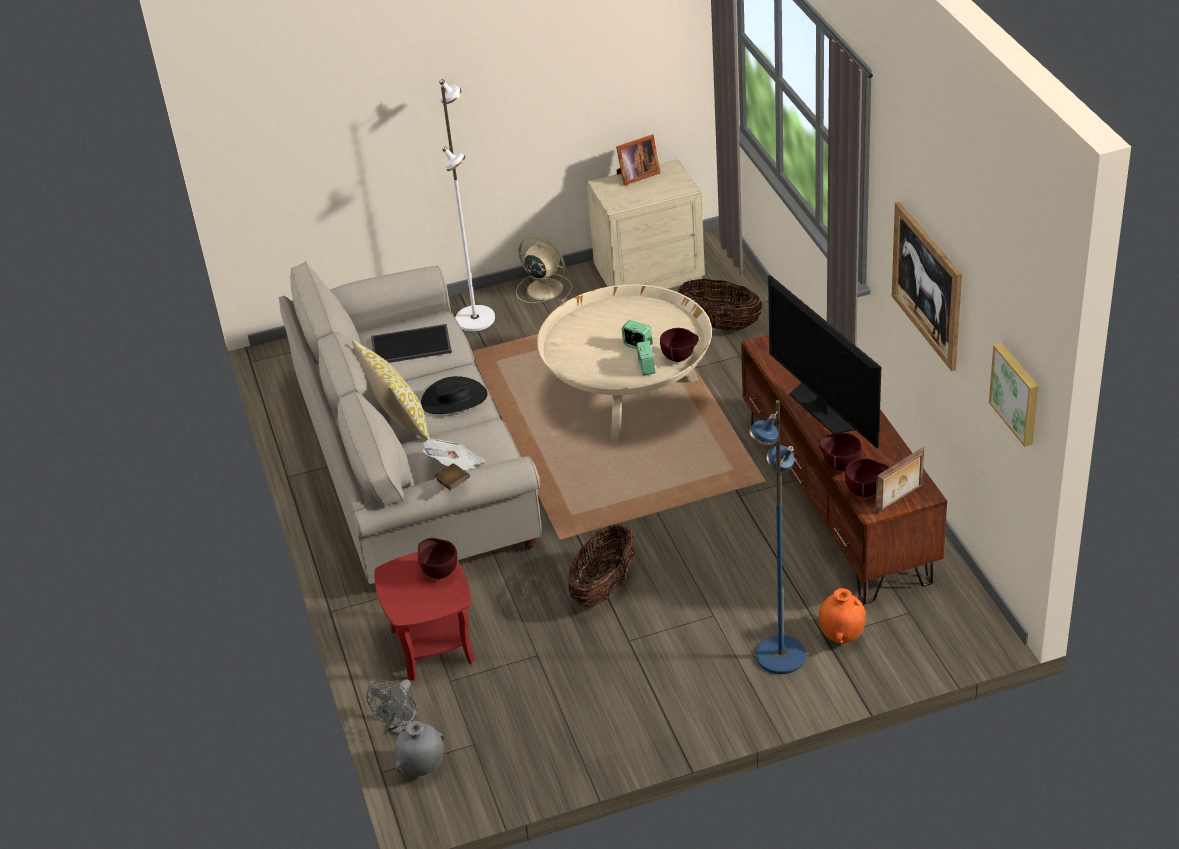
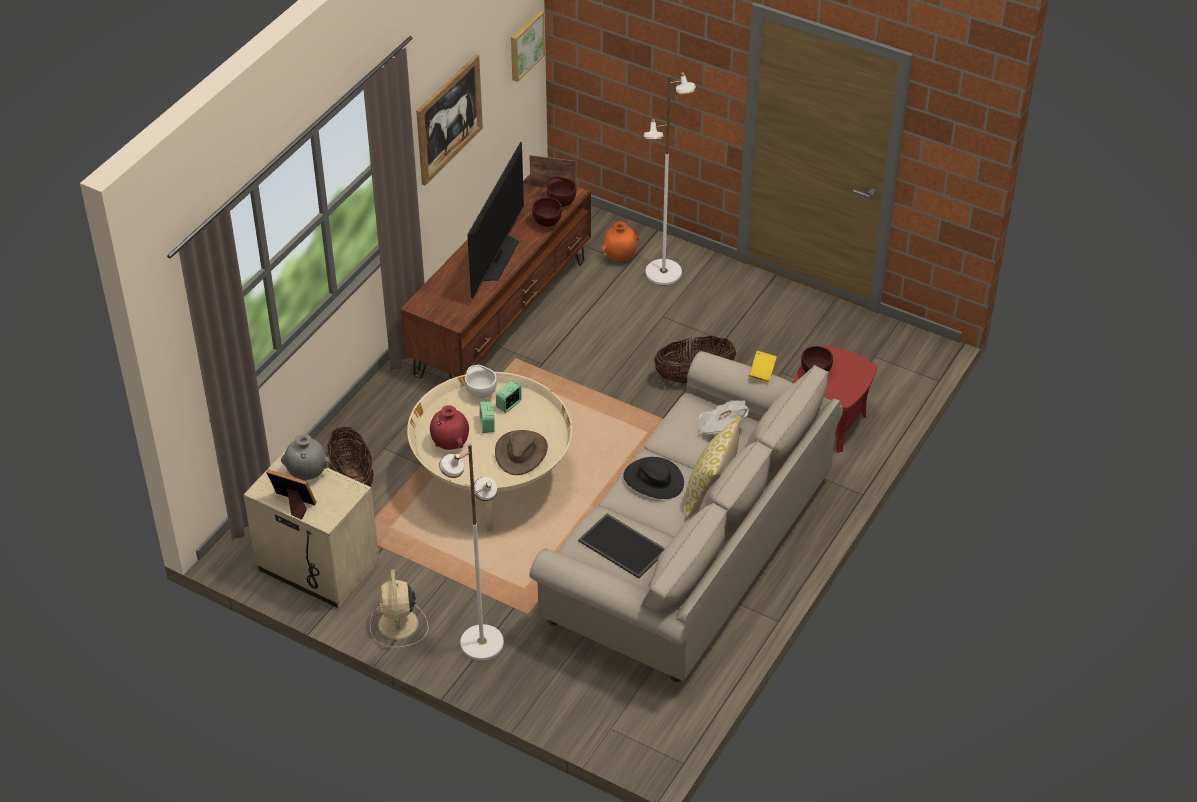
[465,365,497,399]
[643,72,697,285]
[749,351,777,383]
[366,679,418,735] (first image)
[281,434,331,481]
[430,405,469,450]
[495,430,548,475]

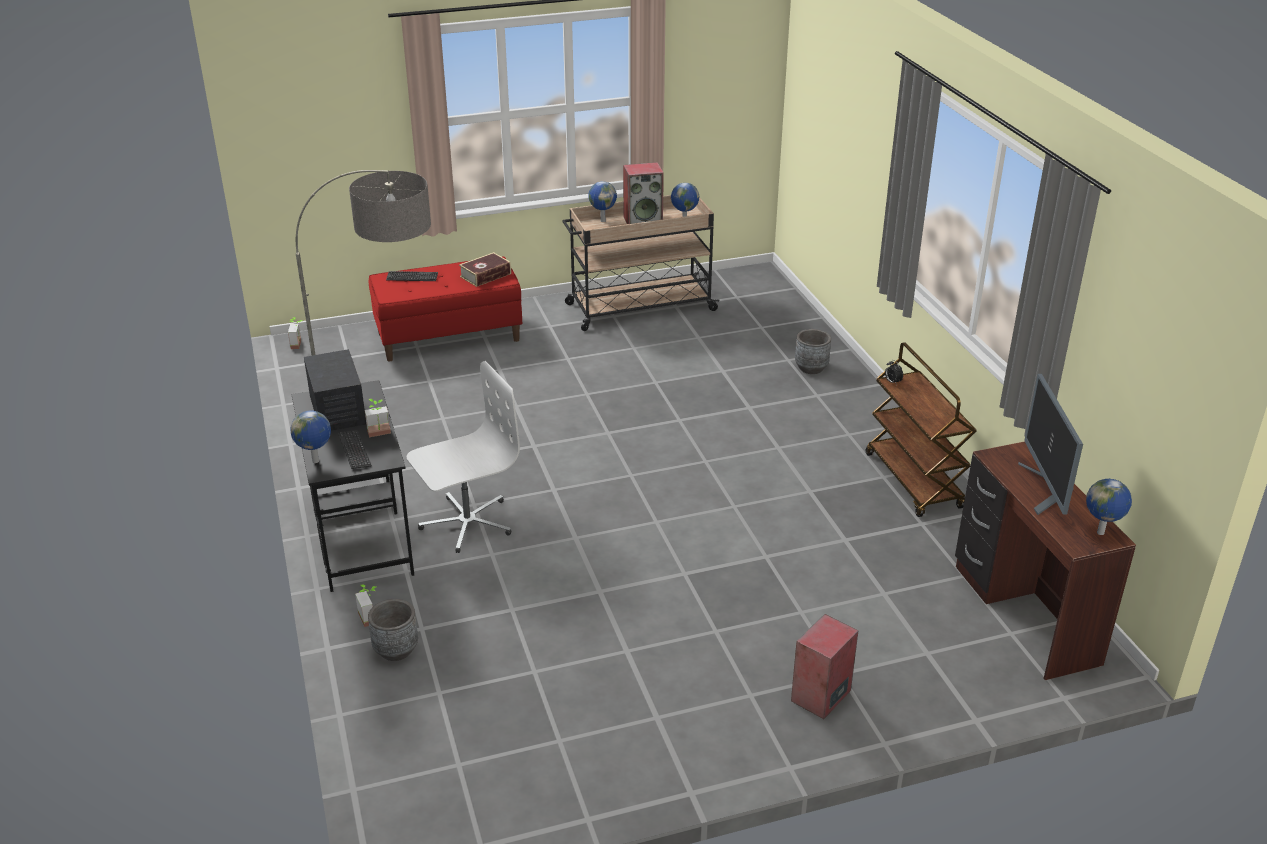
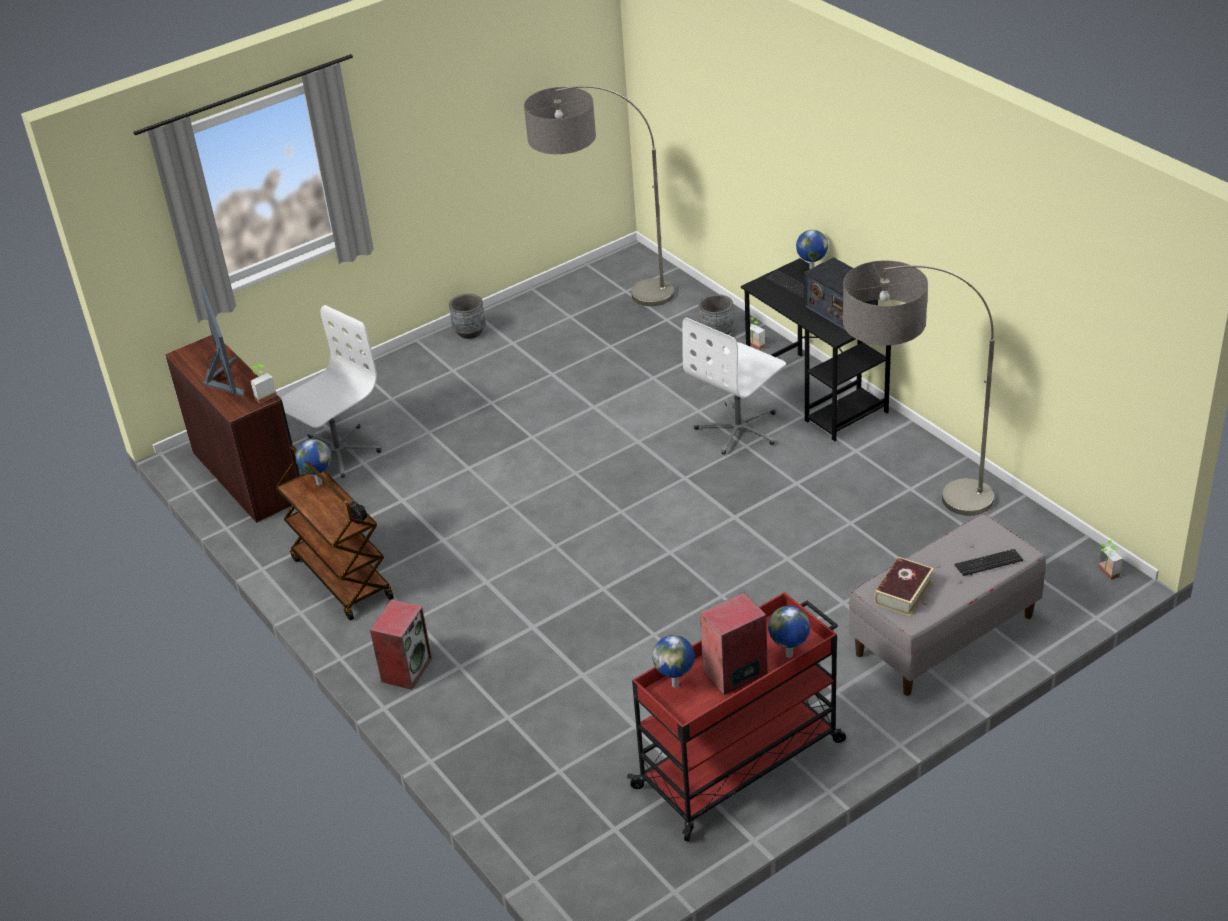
[627,592,846,841]
[849,513,1046,696]
[449,294,486,339]
[251,363,277,404]
[295,439,331,485]
[370,600,432,690]
[524,86,674,306]
[281,305,381,478]

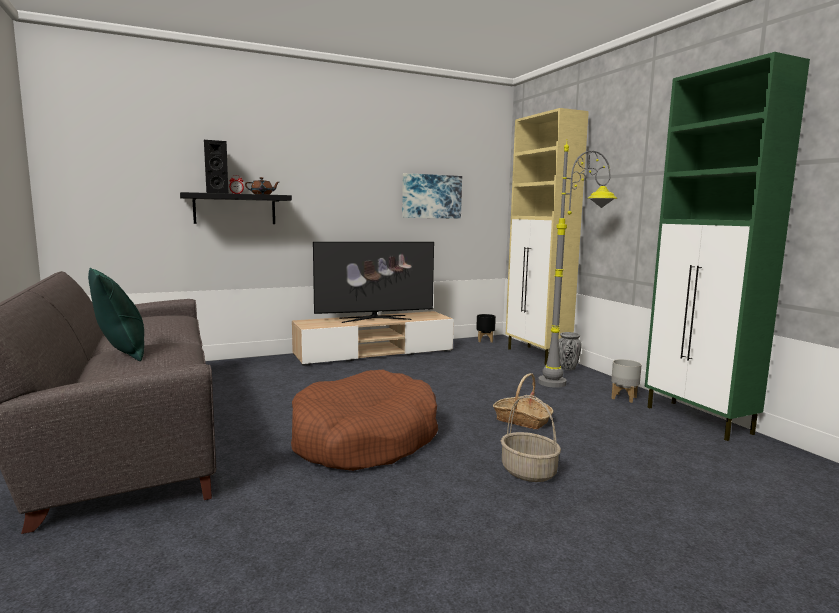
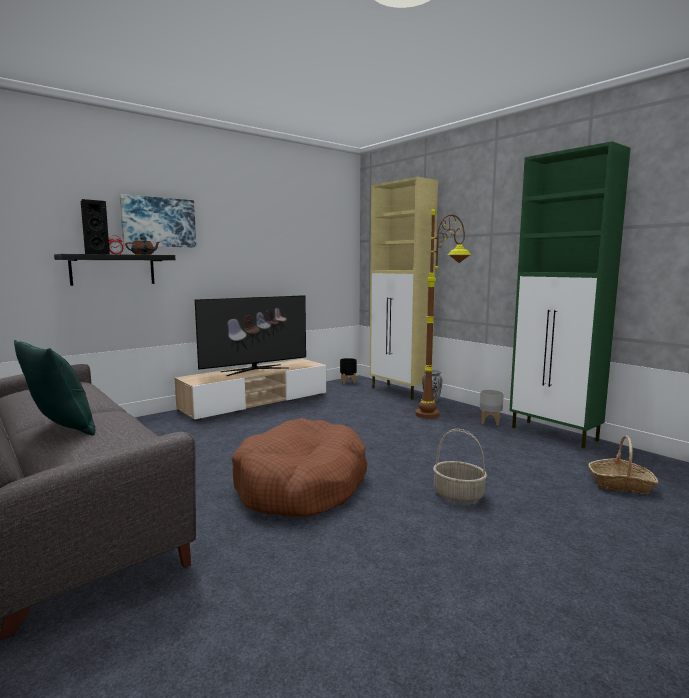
[415,205,472,419]
[120,194,196,248]
[588,435,659,494]

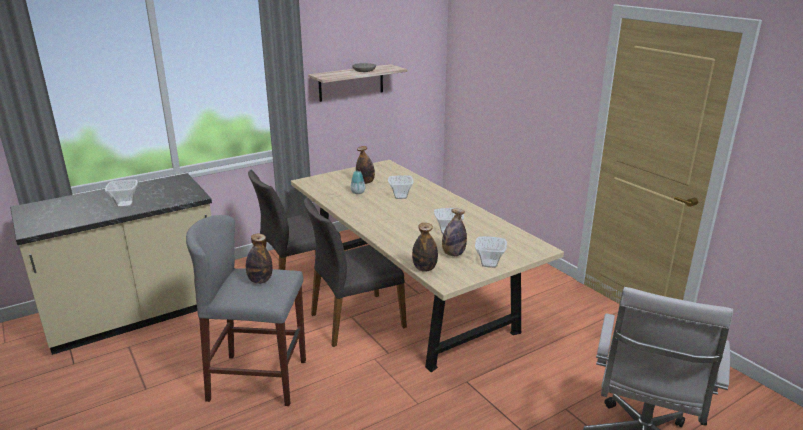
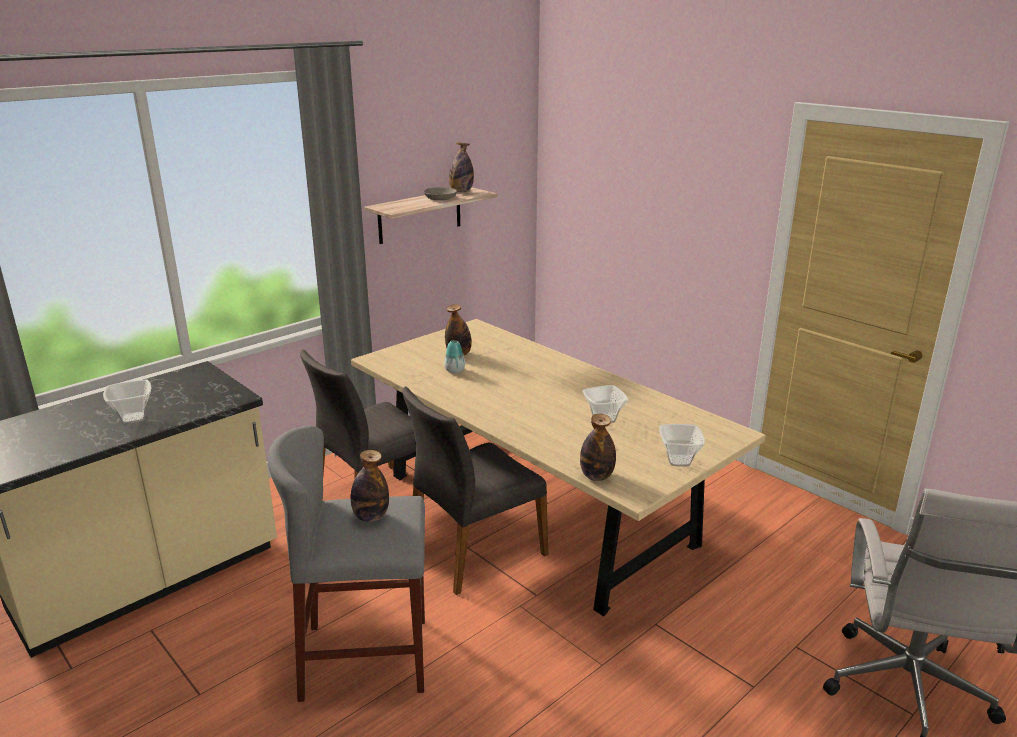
[388,175,414,199] (first image)
[449,143,474,192]

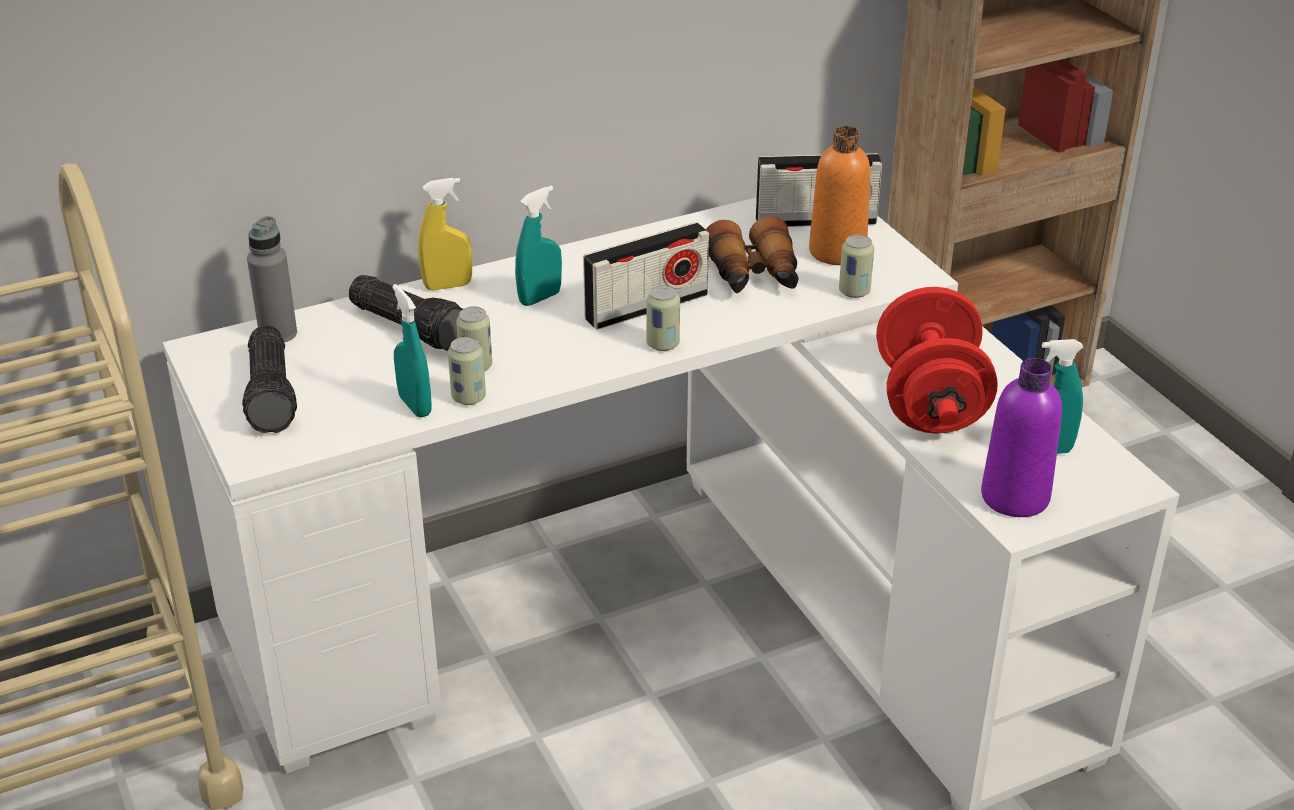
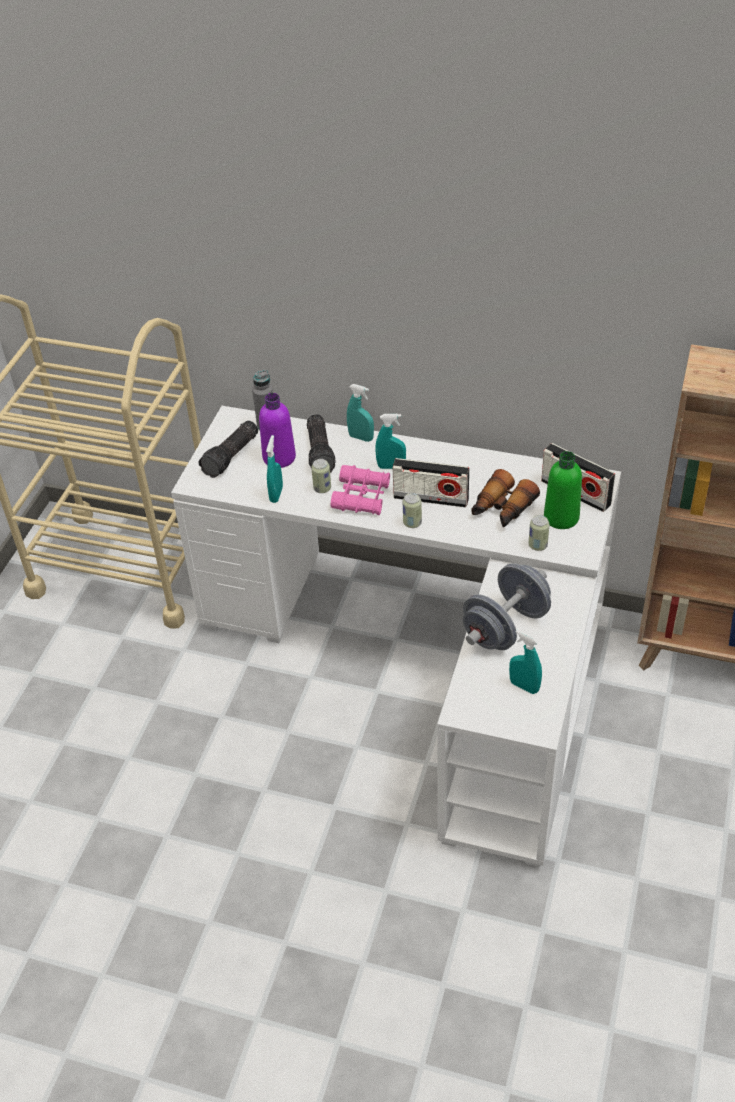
[544,451,582,529]
[347,384,374,442]
[463,563,551,650]
[448,337,486,405] (first image)
[259,393,296,468]
[331,465,390,515]

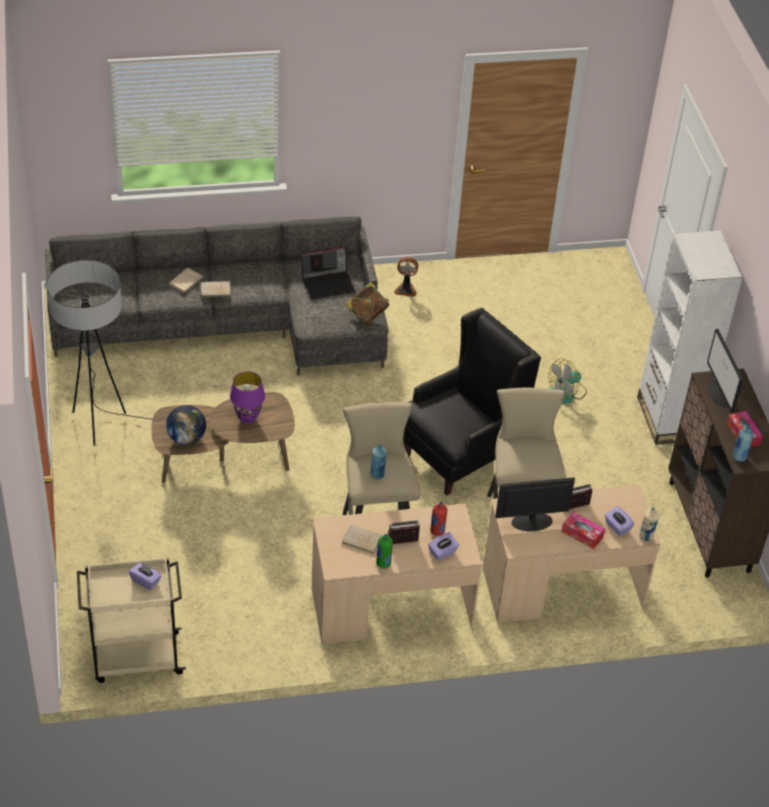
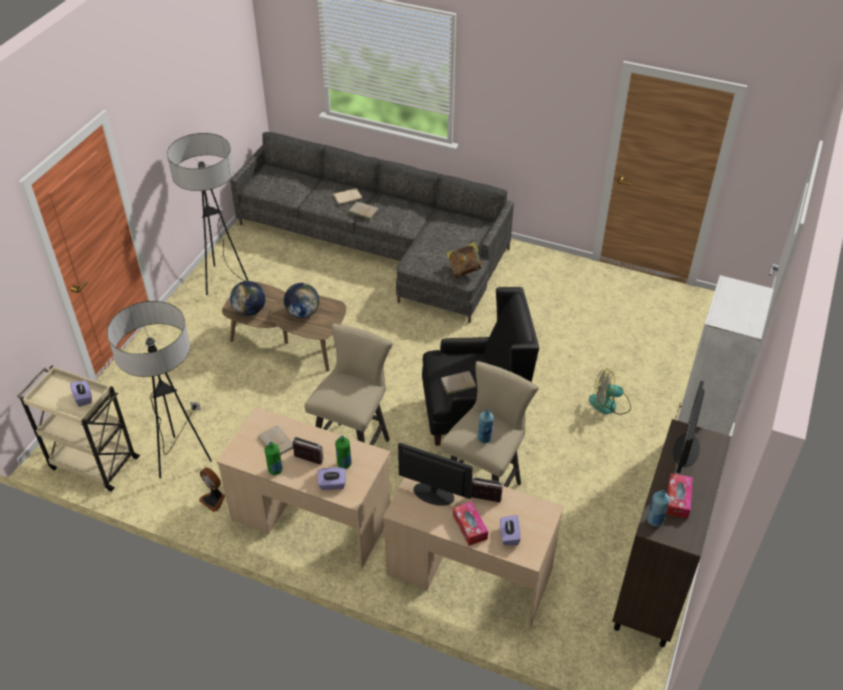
[301,246,355,299] (first image)
[199,468,225,512]
[284,283,319,318]
[478,409,494,443]
[335,436,352,469]
[639,507,659,542] (first image)
[107,301,212,479]
[441,371,476,395]

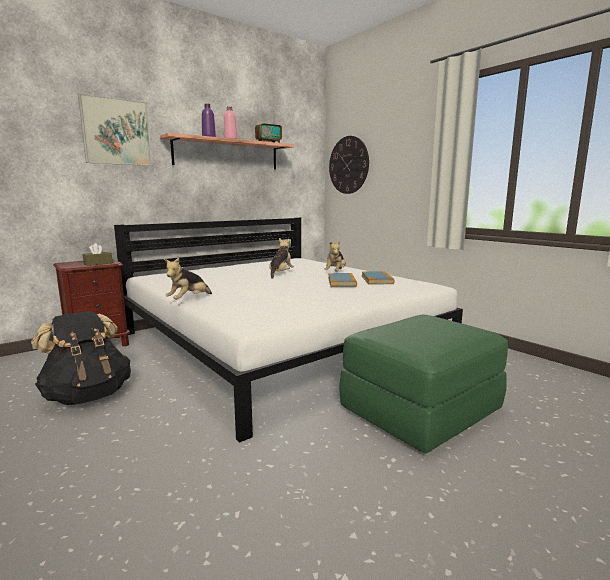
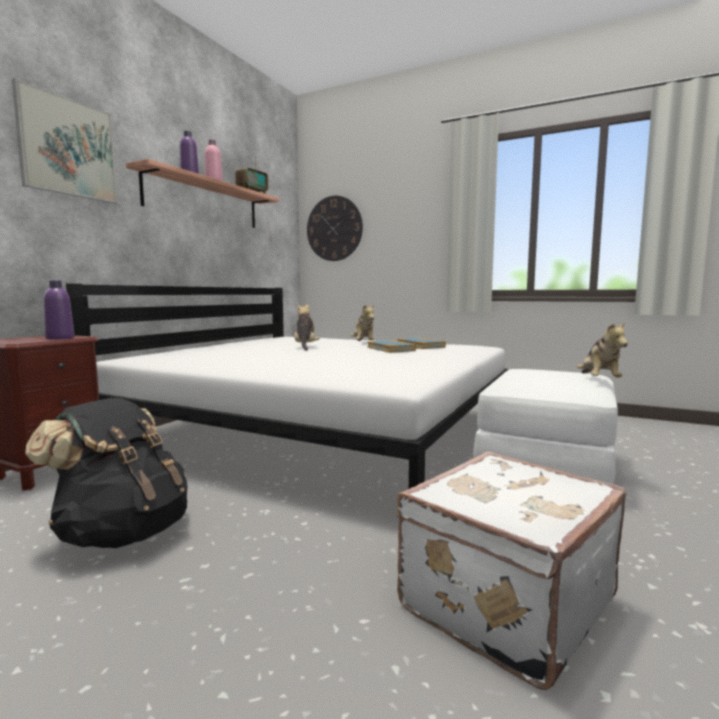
[43,280,75,340]
[577,322,628,378]
[473,369,618,484]
[397,451,627,690]

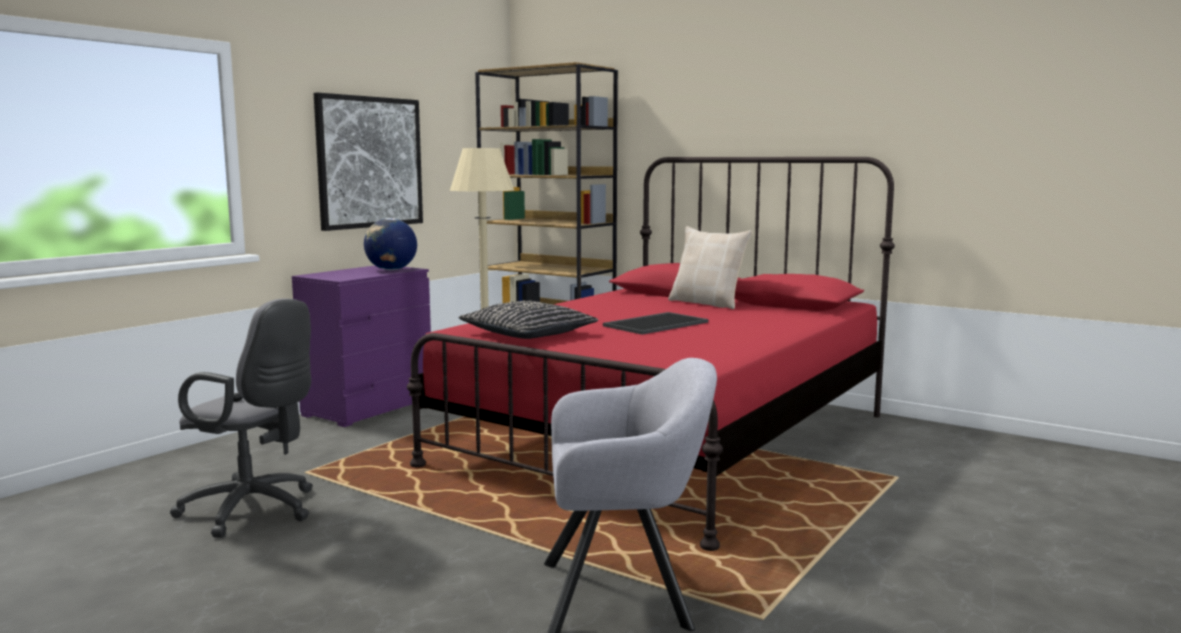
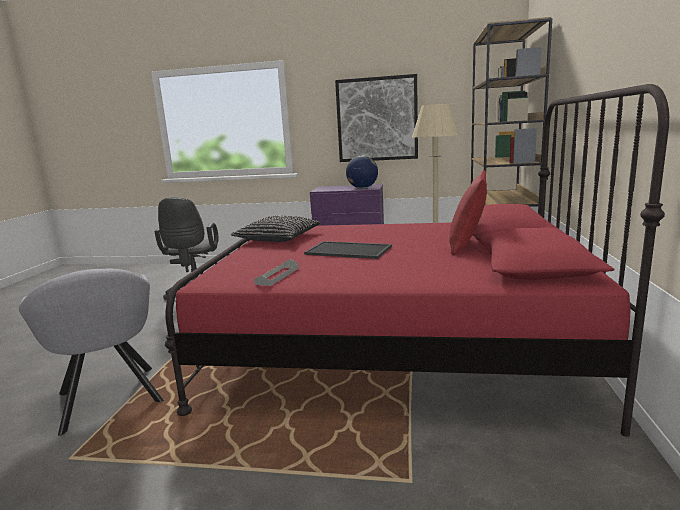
[449,170,487,255]
[254,259,299,286]

